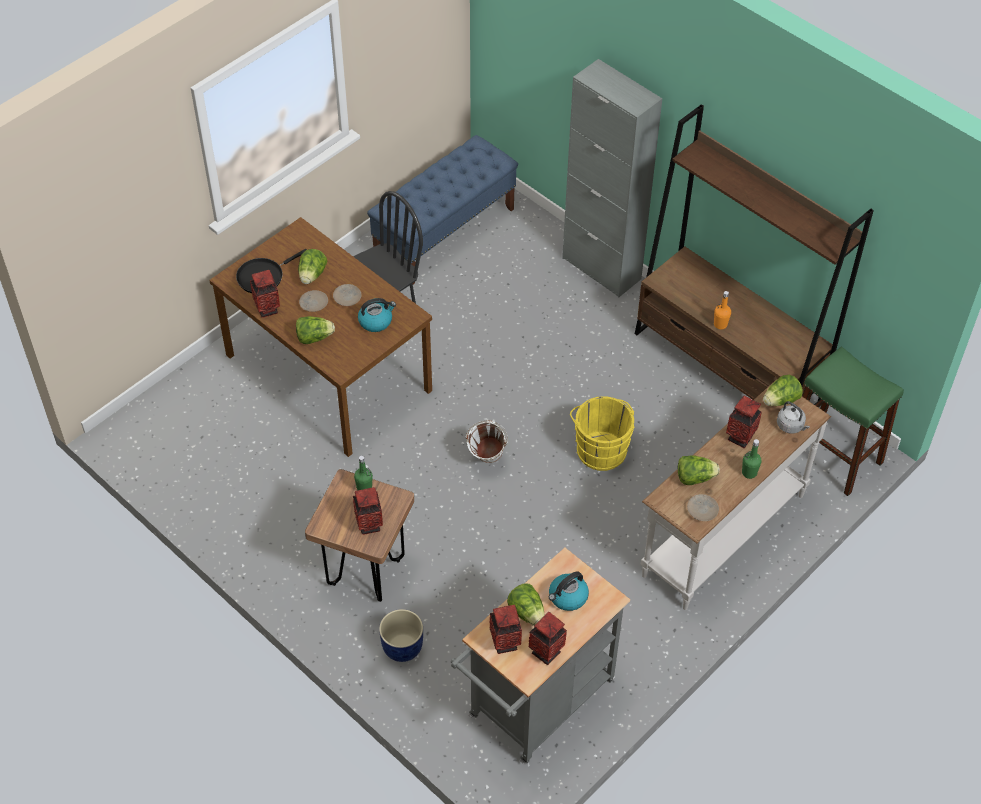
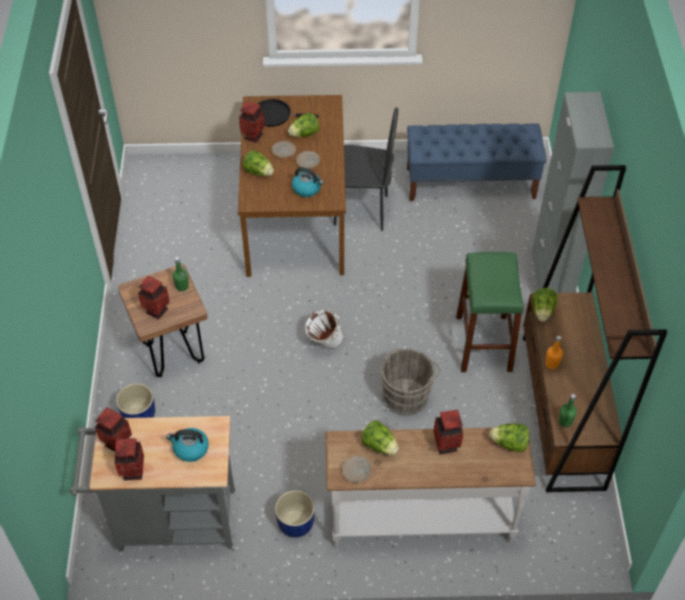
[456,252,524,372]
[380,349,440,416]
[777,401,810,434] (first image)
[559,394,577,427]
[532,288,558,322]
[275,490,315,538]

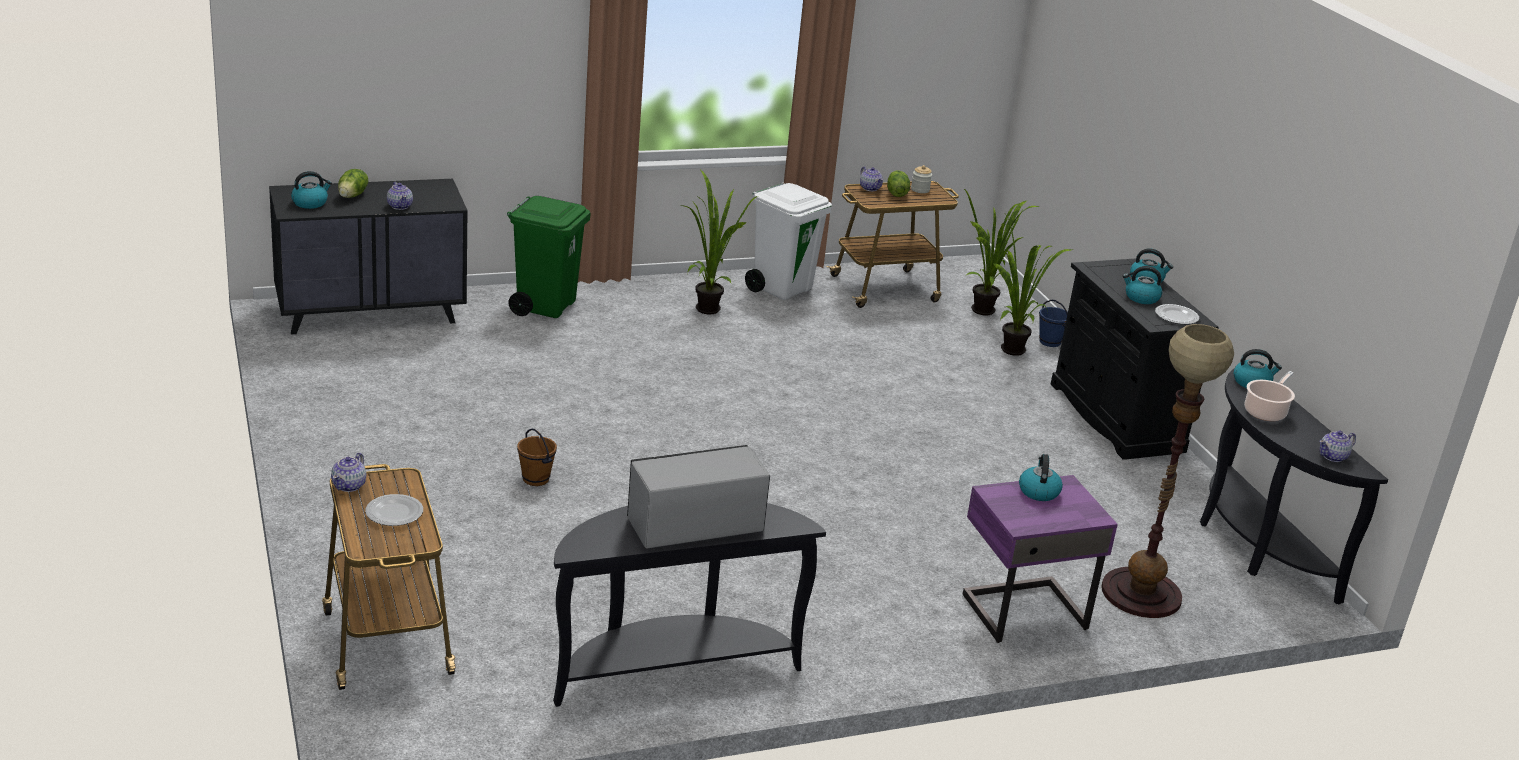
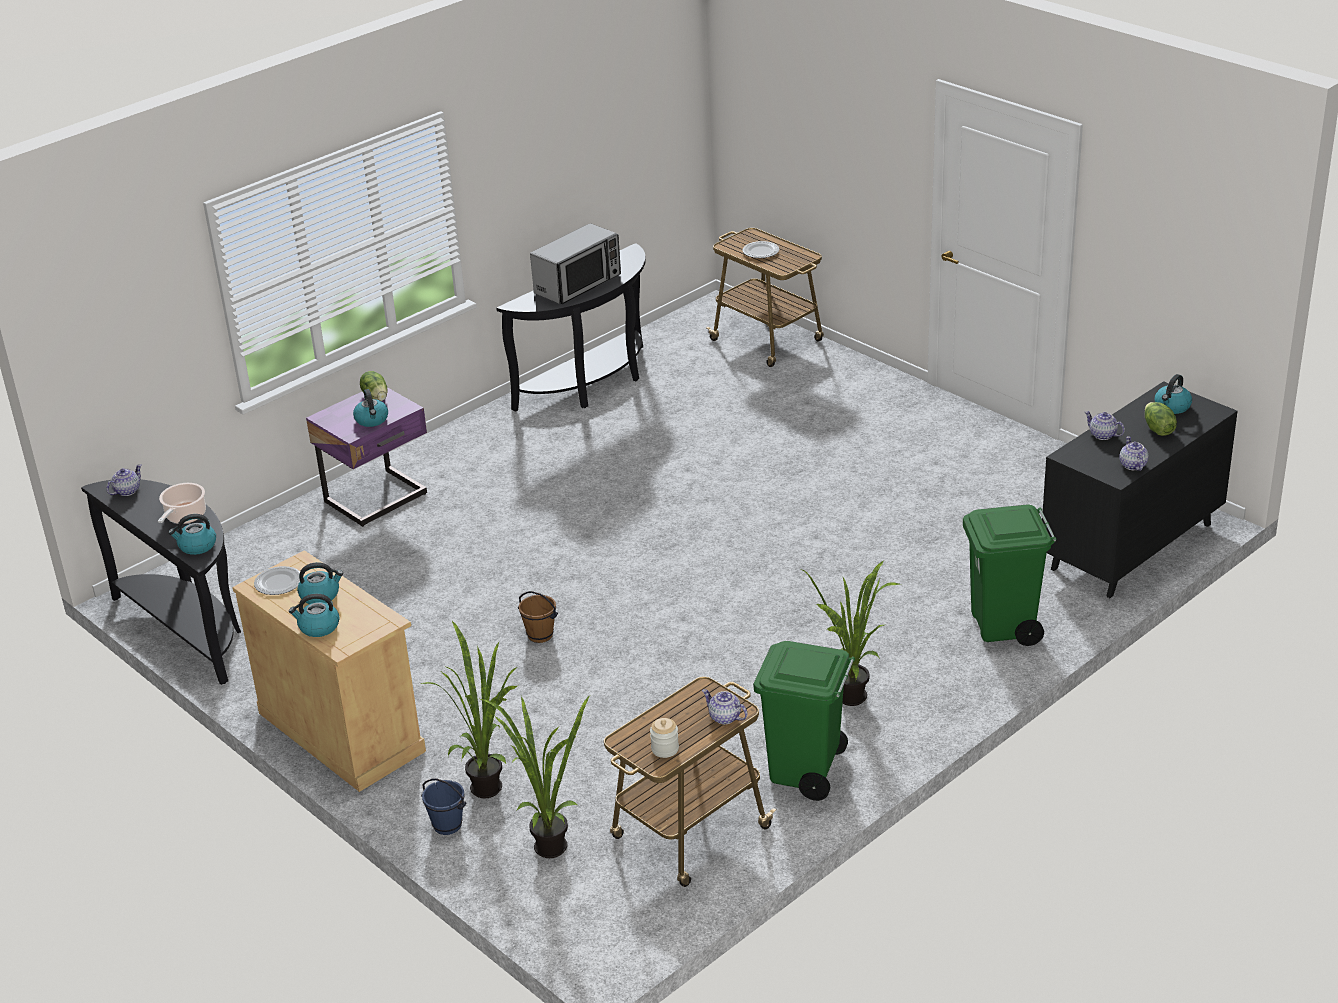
[360,371,388,401]
[753,641,855,801]
[232,550,426,792]
[1101,324,1234,618] (first image)
[518,591,558,643]
[1119,436,1149,471]

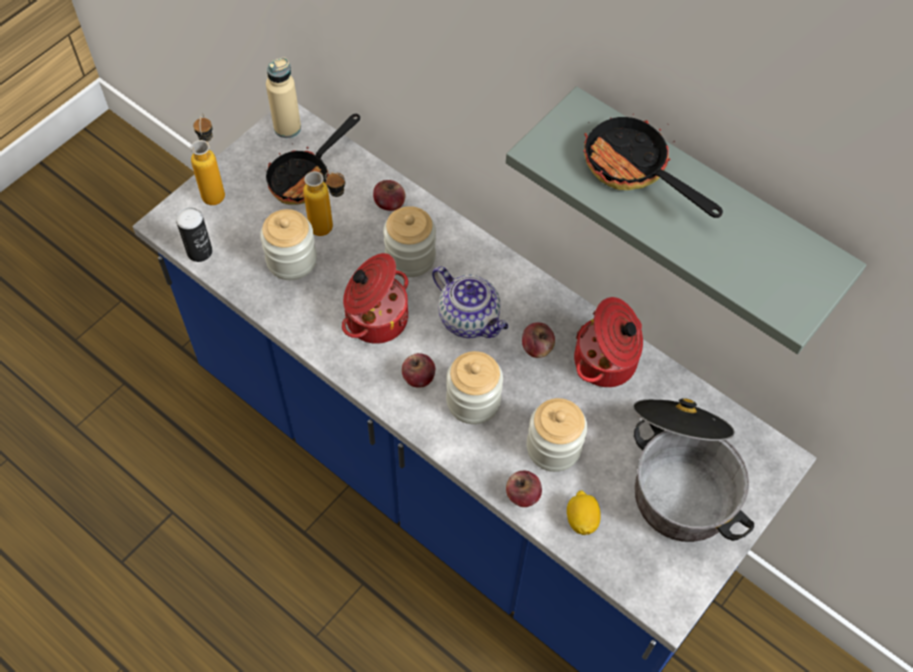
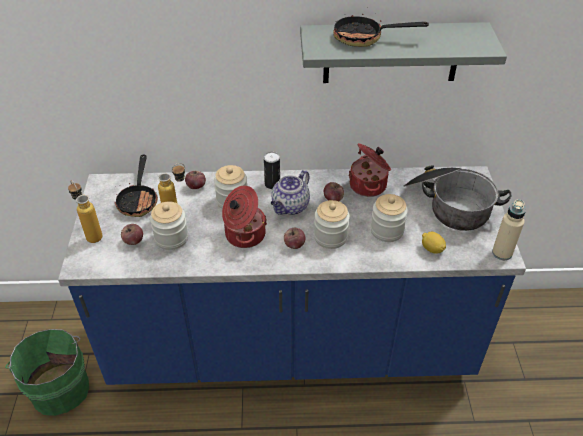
[492,199,526,260]
[264,152,280,189]
[271,170,310,215]
[121,224,143,245]
[5,329,89,416]

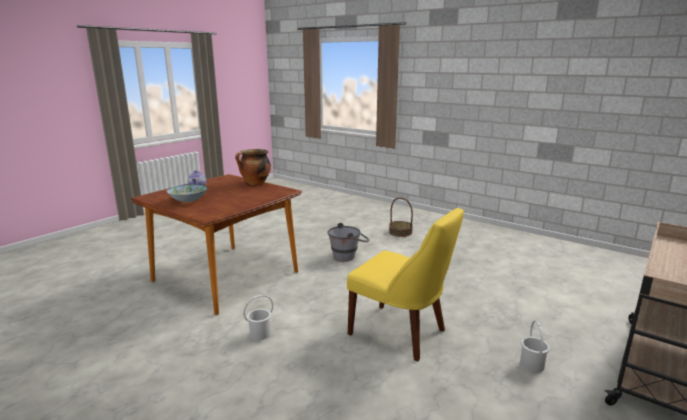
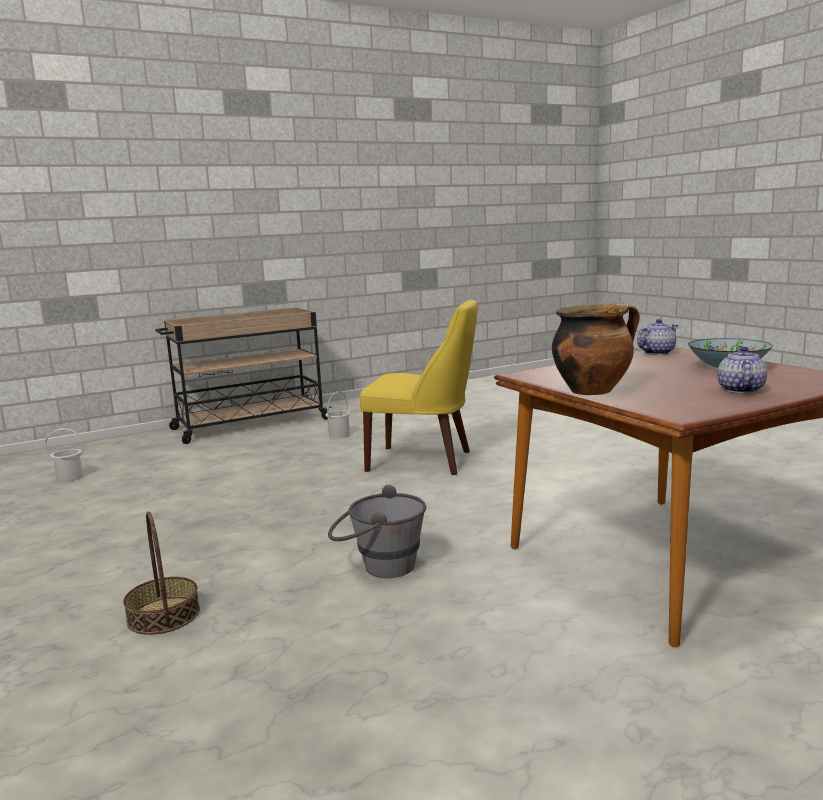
[360,300,478,475]
[45,428,85,482]
[637,319,678,355]

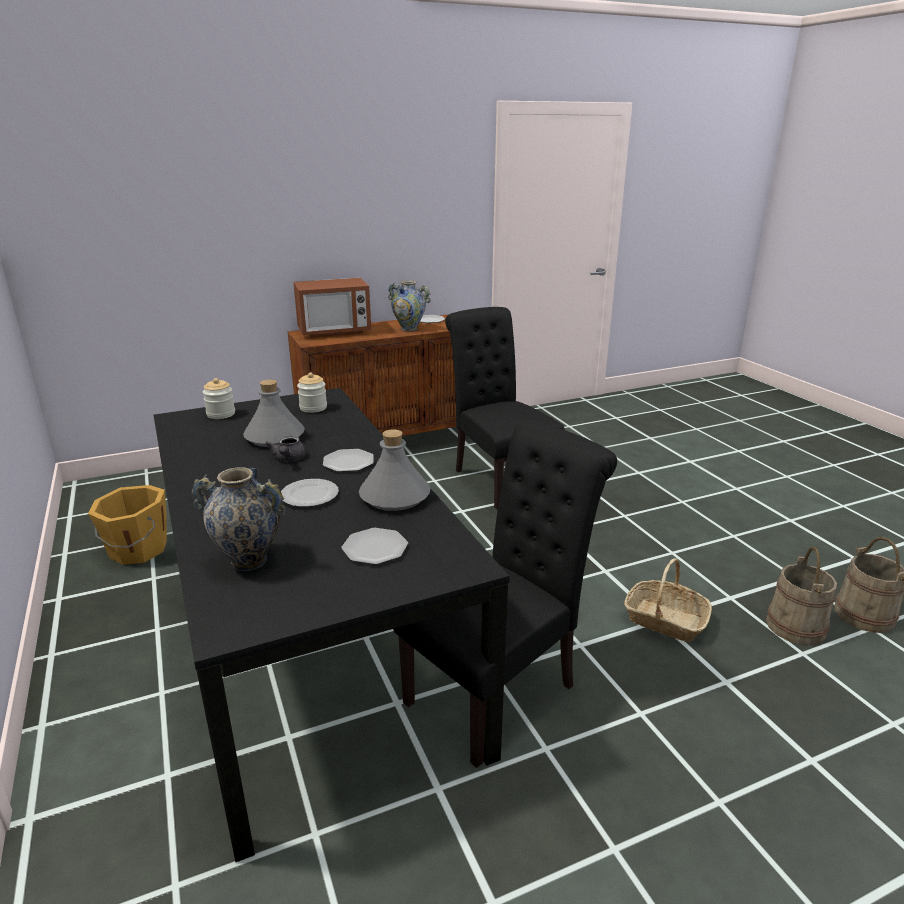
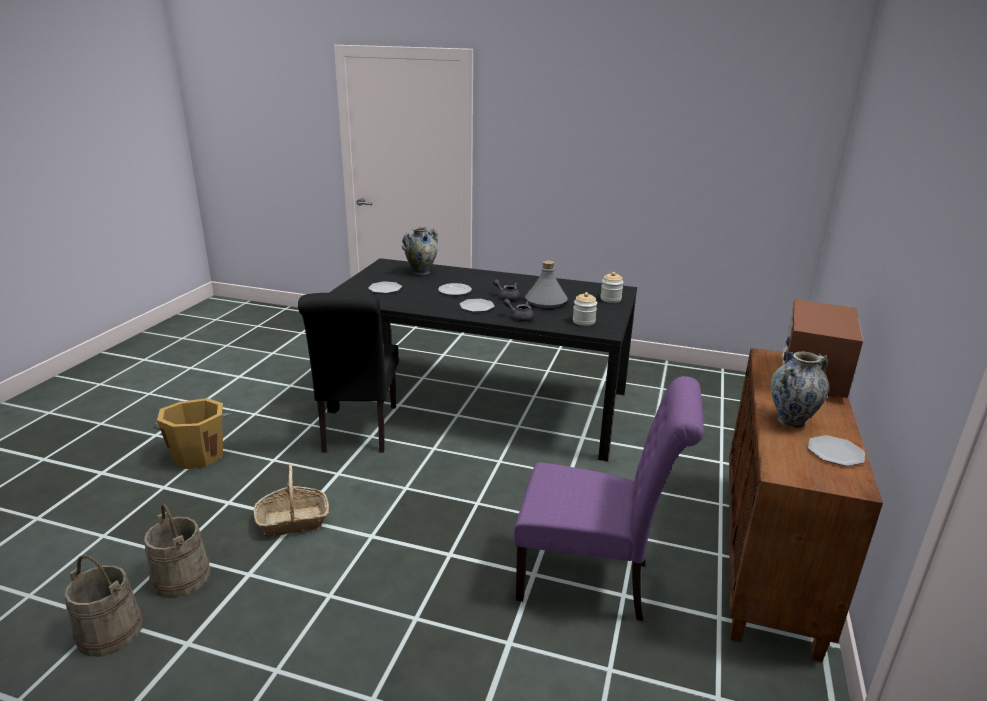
[514,376,704,621]
[359,429,431,511] (first image)
[153,398,231,469]
[503,299,534,322]

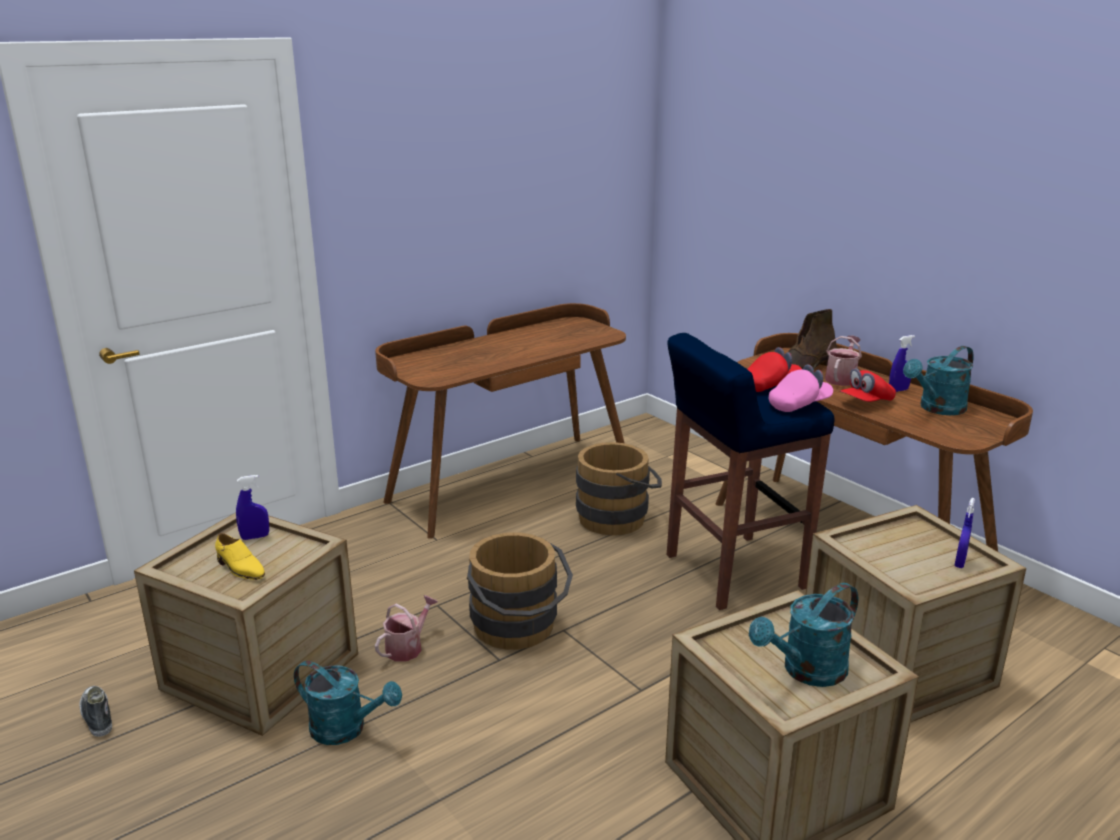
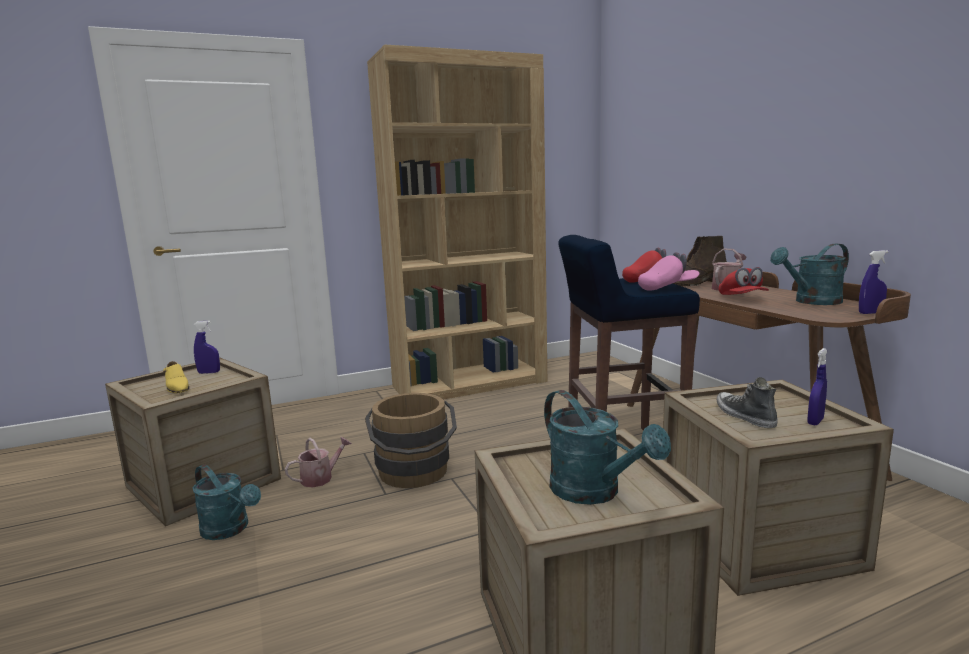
[367,45,547,400]
[859,250,889,314]
[719,267,769,295]
[576,442,662,535] (first image)
[544,390,671,505]
[717,377,778,428]

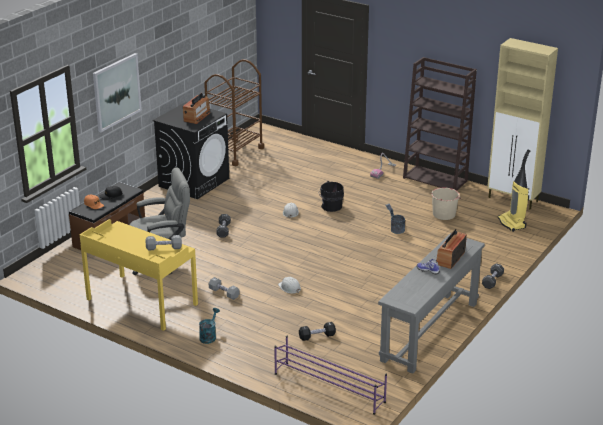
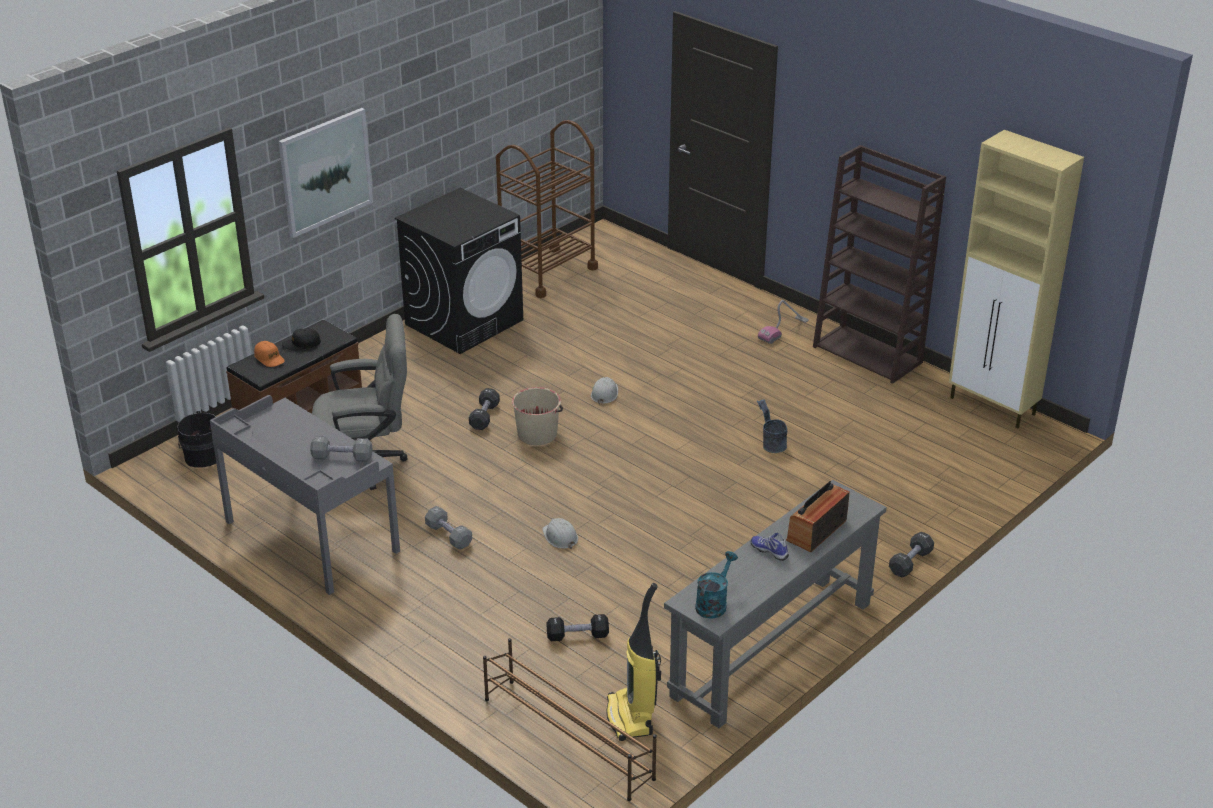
[183,93,211,124] (first image)
[606,583,661,741]
[177,411,216,467]
[512,387,563,445]
[210,395,400,595]
[695,551,738,619]
[483,638,657,801]

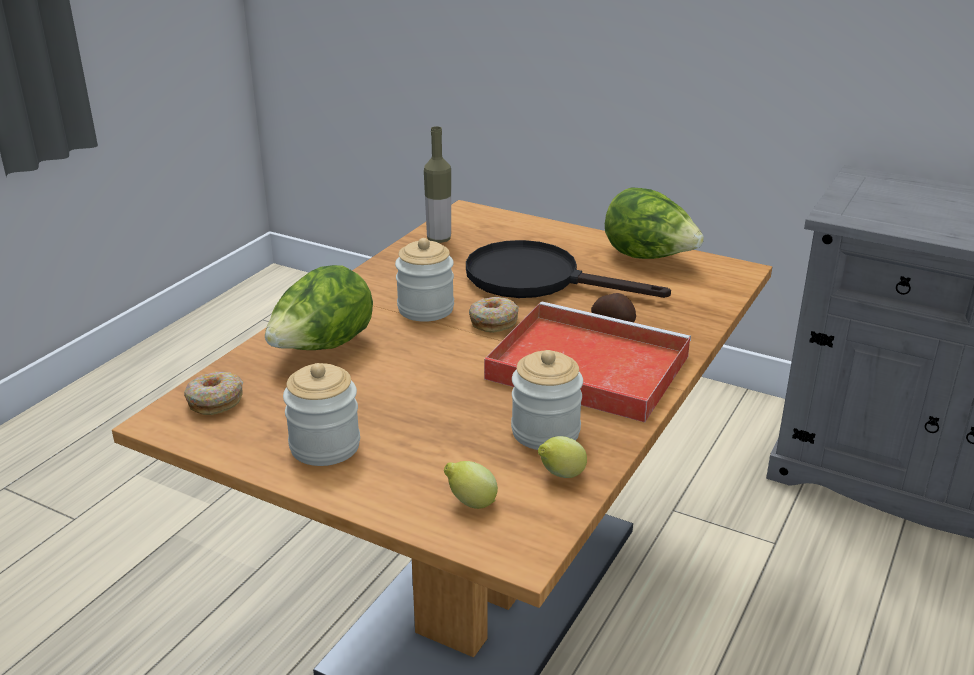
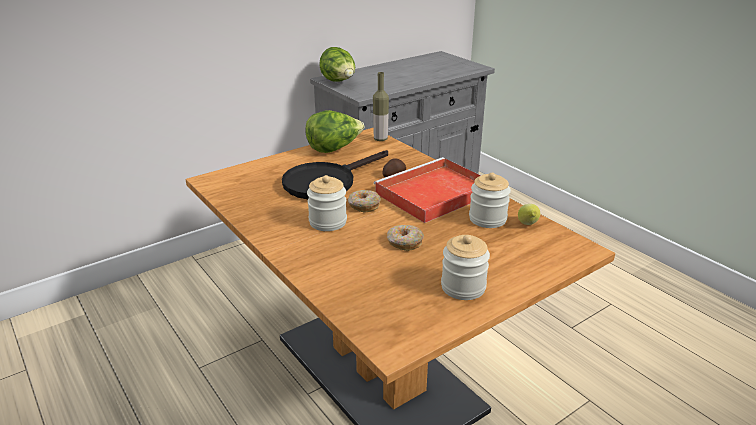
[373,72,389,141]
[319,47,355,81]
[387,225,424,251]
[444,461,498,509] (first image)

